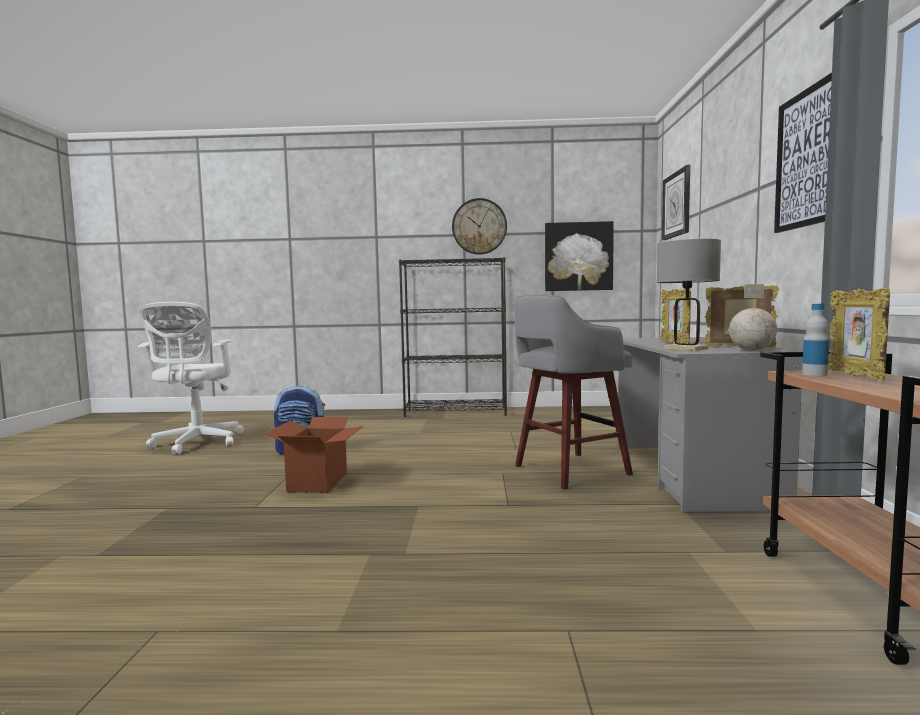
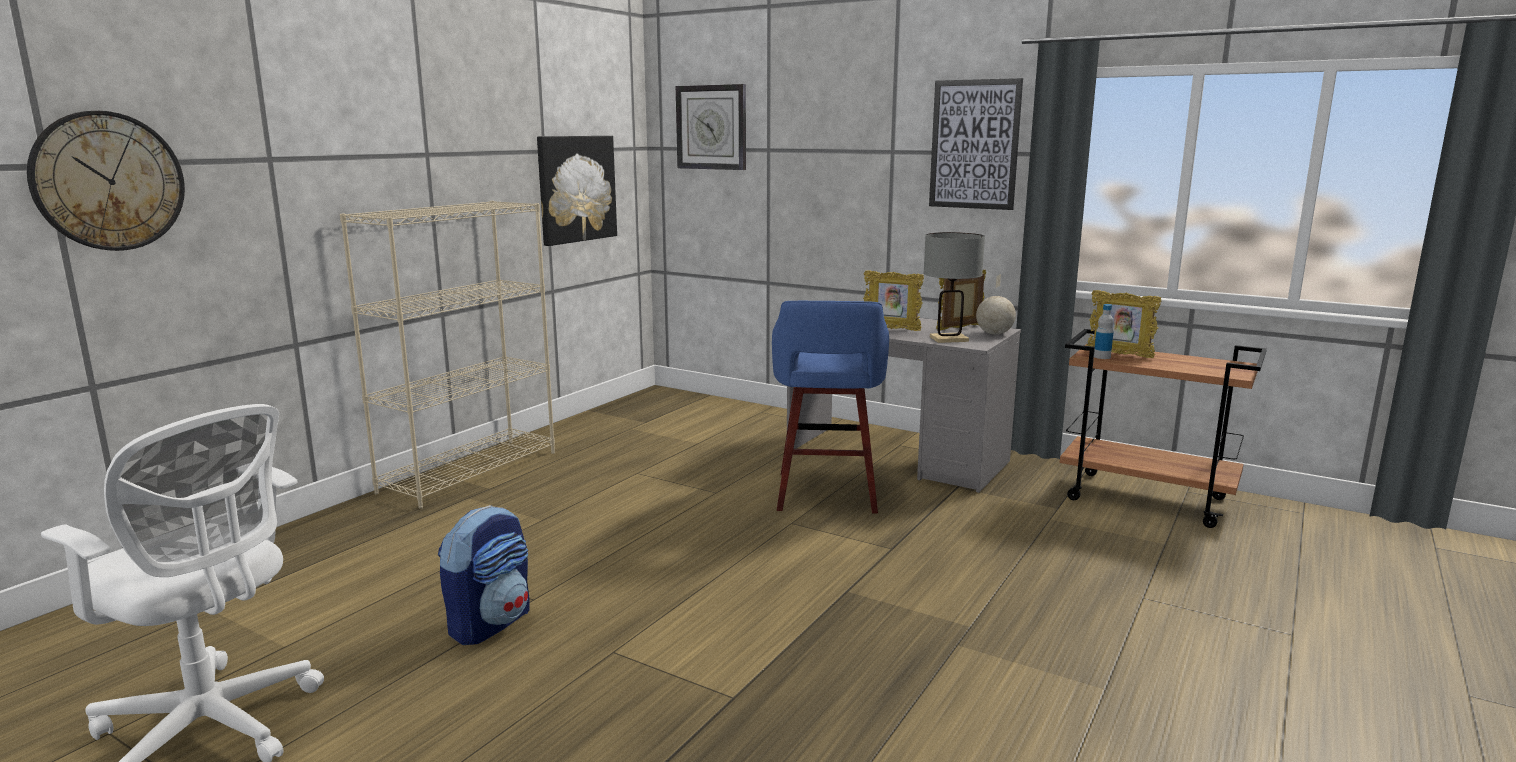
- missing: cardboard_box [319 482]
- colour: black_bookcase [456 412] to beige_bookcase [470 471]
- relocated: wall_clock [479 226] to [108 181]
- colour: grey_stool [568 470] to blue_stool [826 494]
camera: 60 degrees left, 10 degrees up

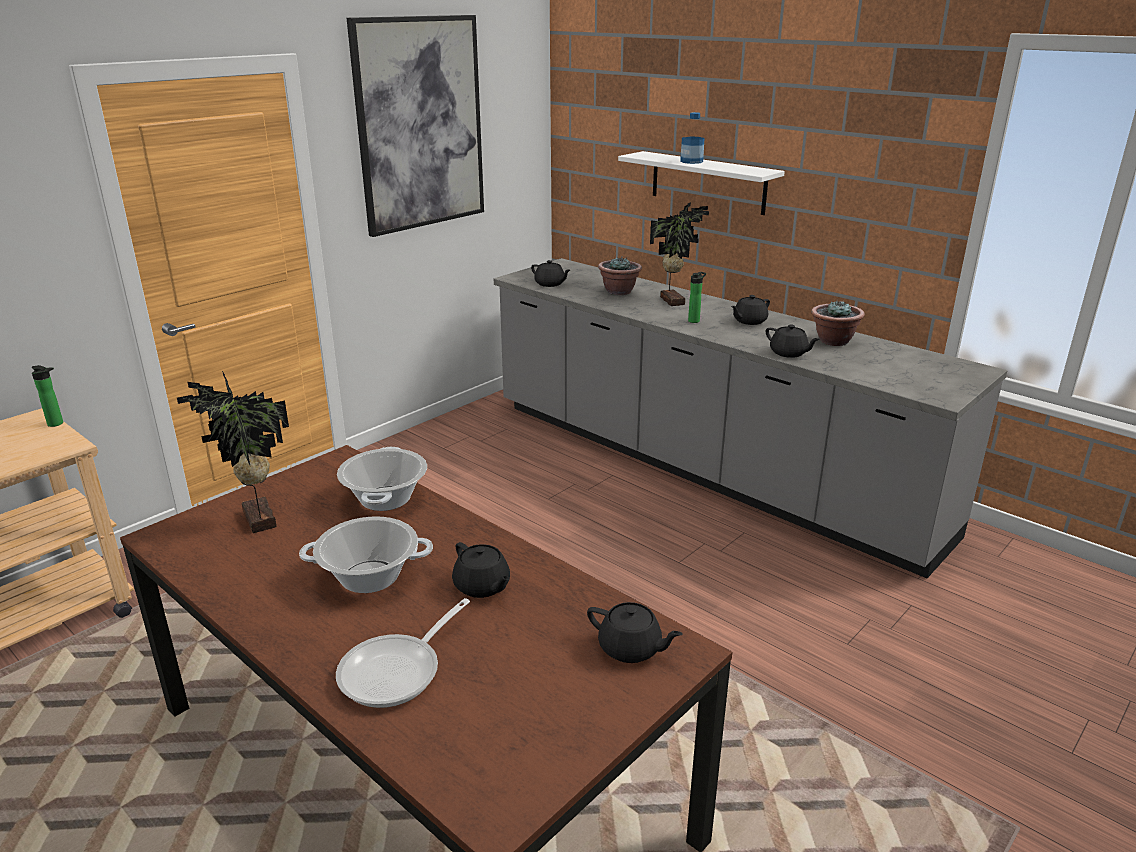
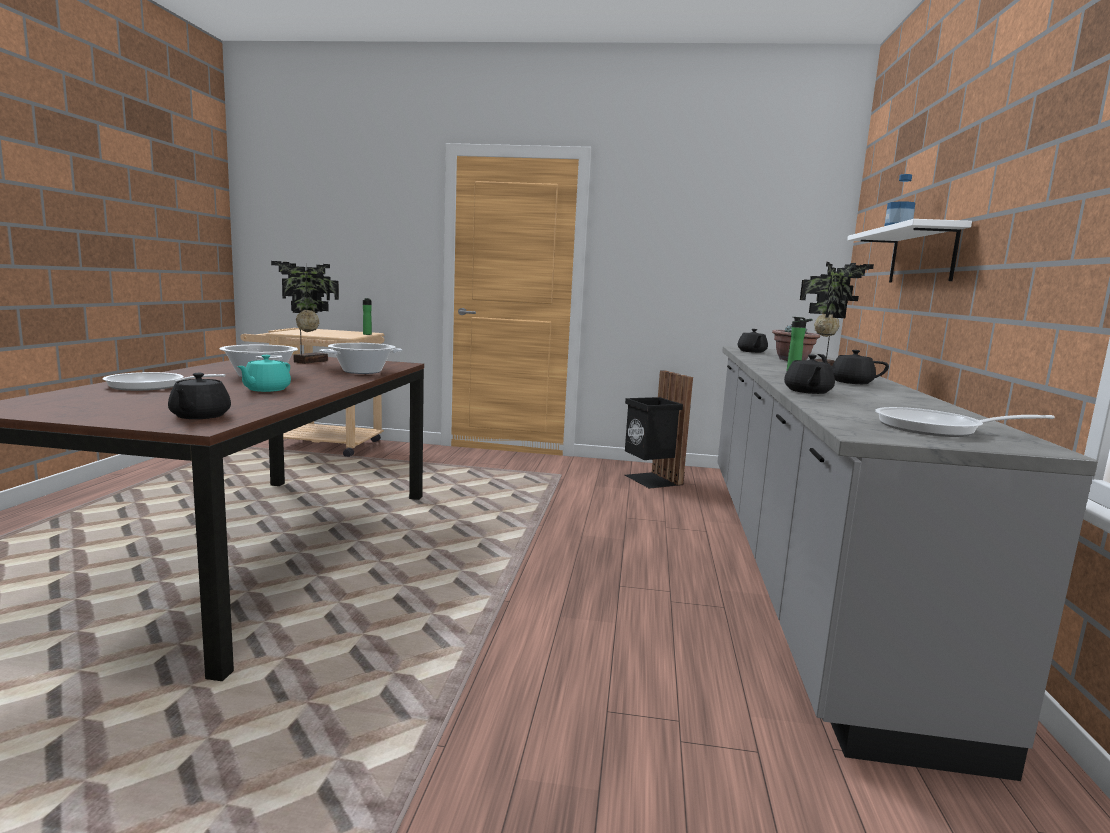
- missing: picture [420 124]
- colour: black_teapot [482 586] to turquoise_teapot [266 389]
- missing: potted_plant [833 341]
- appeared: black_trash_can [651 480]
- appeared: frying_pan [937 429]
camera: 55 degrees right, 15 degrees down

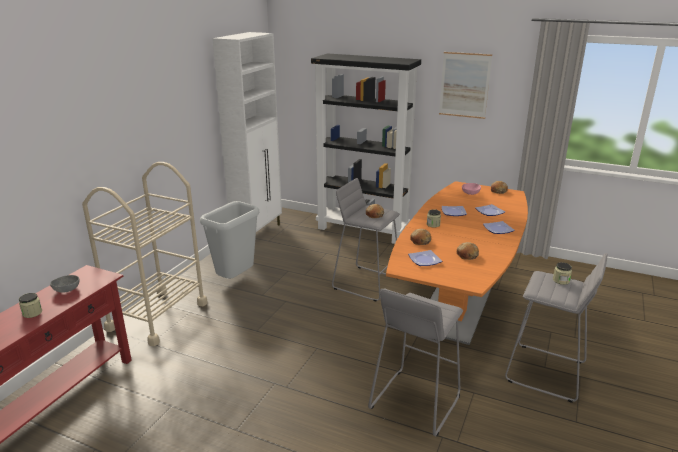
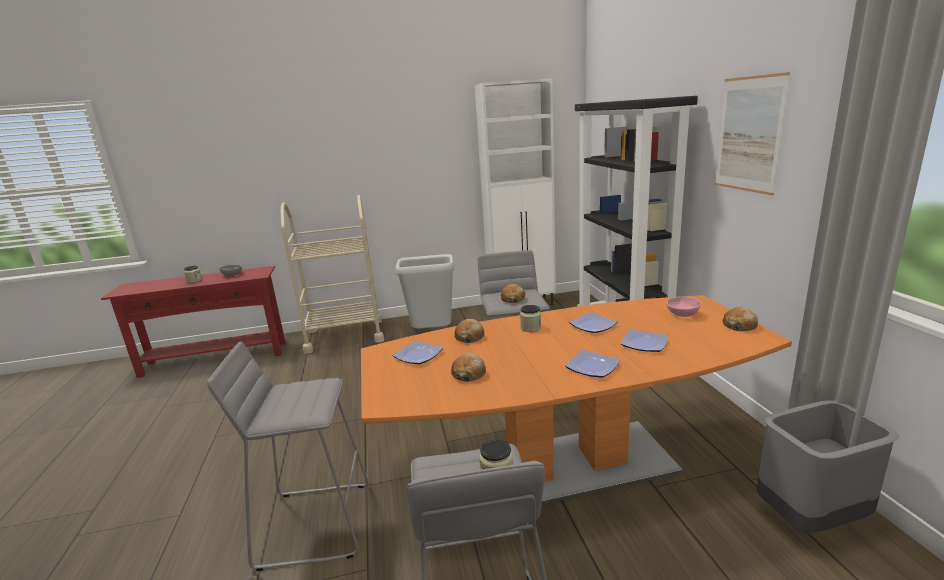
- appeared: grey_trash_can [809 516]
camera: 55 degrees right, 5 degrees down

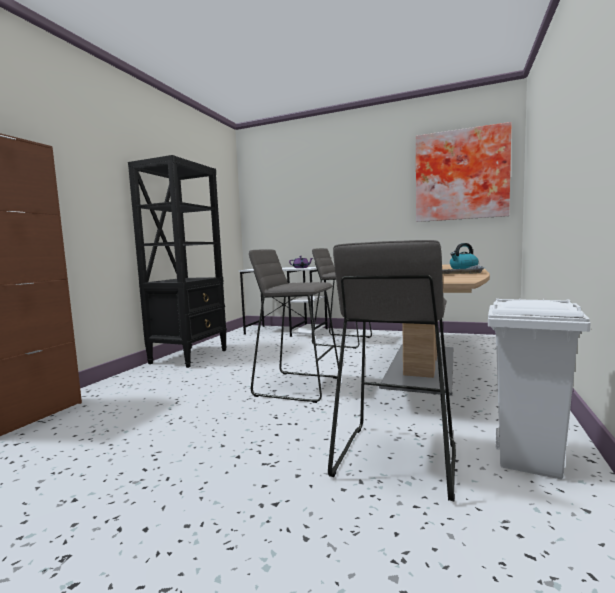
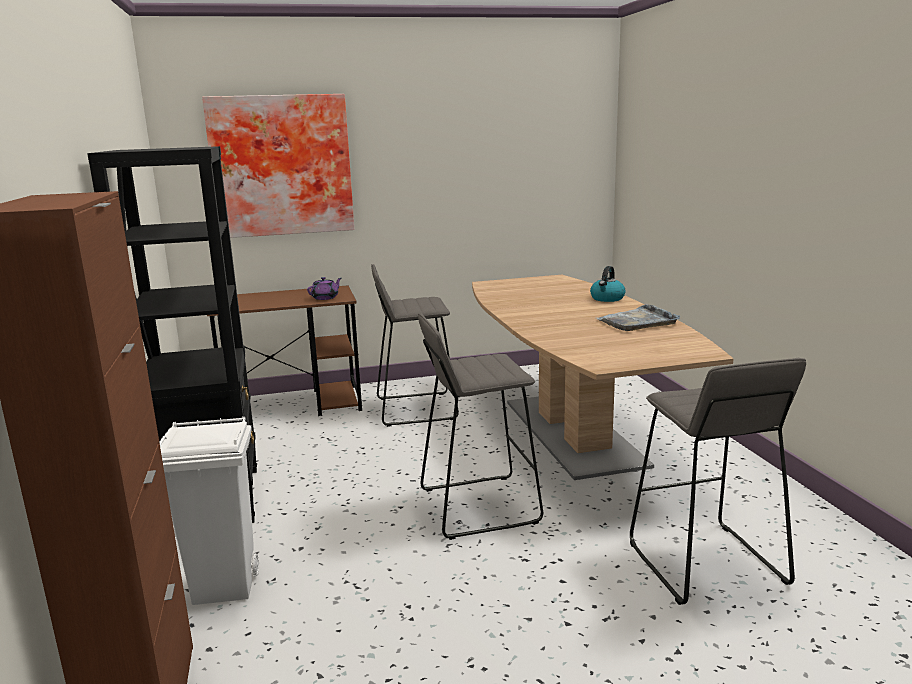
- colour: white_desk [286 331] to brown_desk [295 405]
- relocated: picture [461 175] to [281 166]
- relocated: white_trash_can [530 461] to [226 587]
camera: 35 degrees left, 10 degrees up

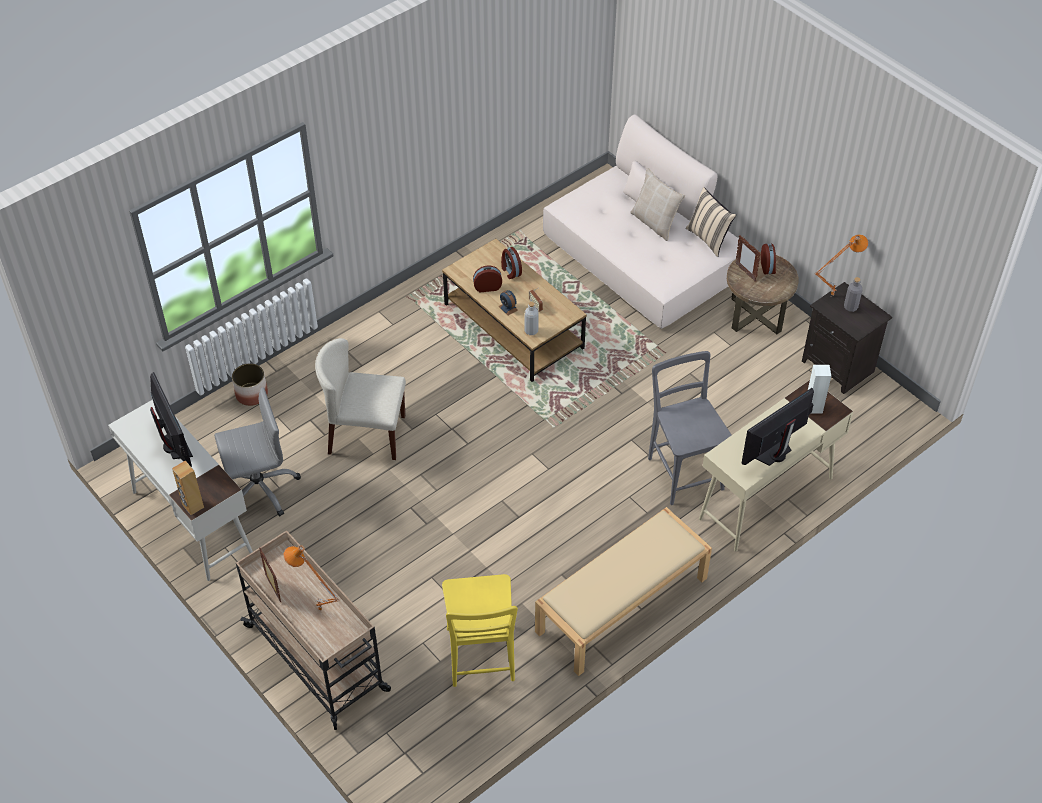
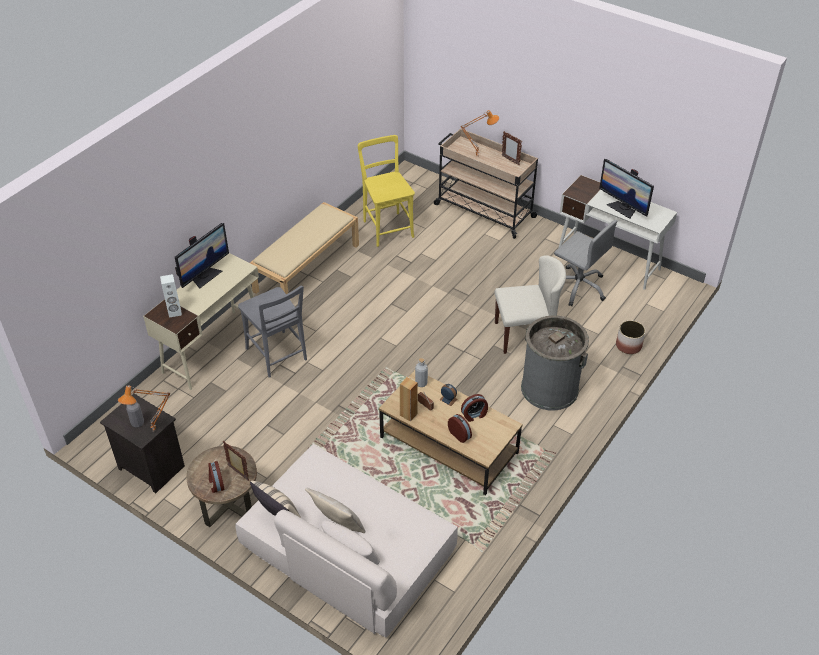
- relocated: brown_speaker [193 506] to [408 414]
- spun: grey_office_chair [259 488] = [578 287] 105 degrees counterclockwise
- appeared: grey_trash_can [549 388]
camera: 165 degrees right, 5 degrees down

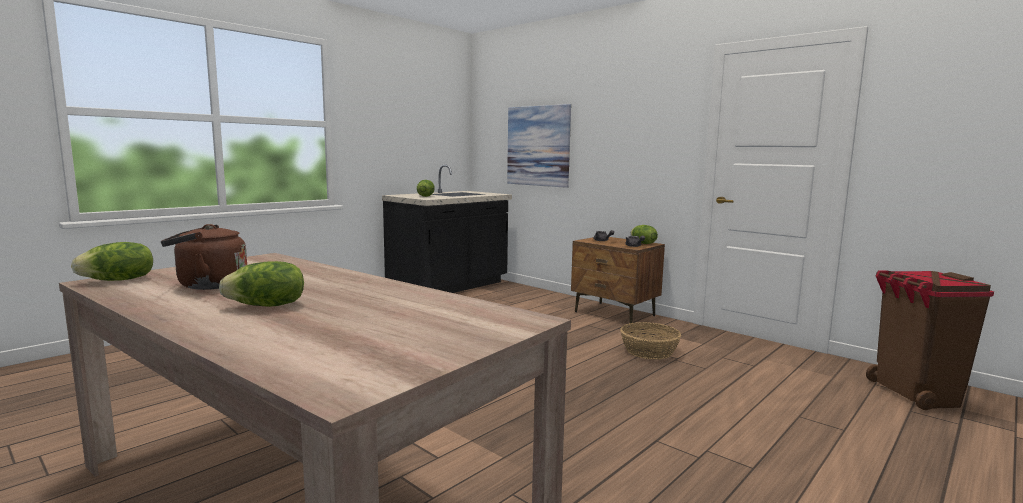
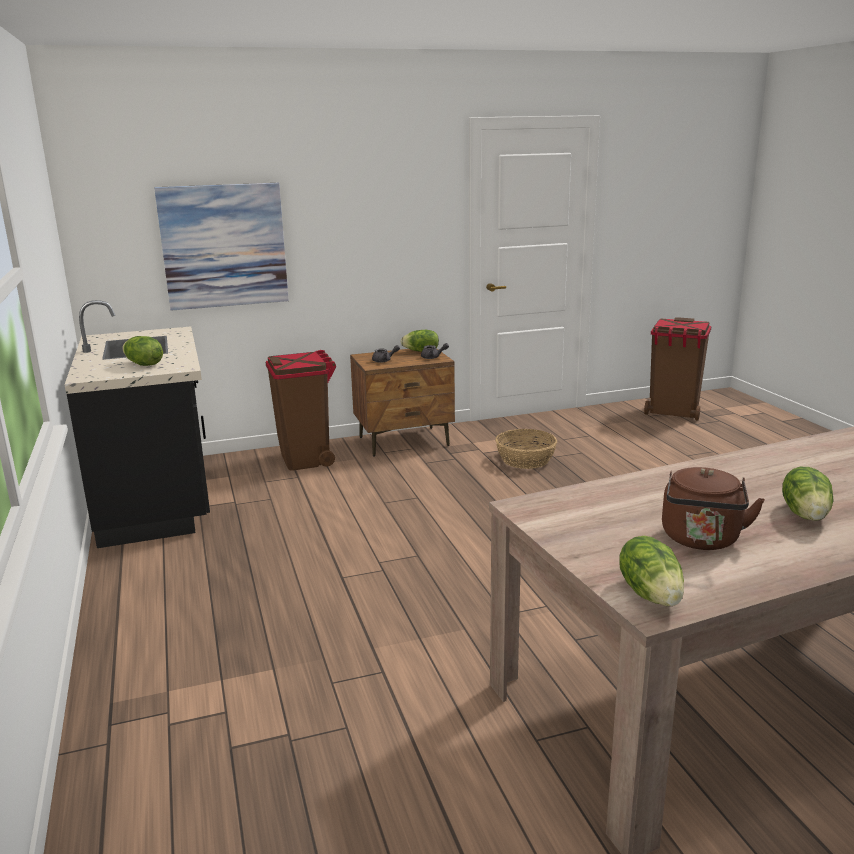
- appeared: brown_trash_can [306 458]
camera: 60 degrees left, 10 degrees up

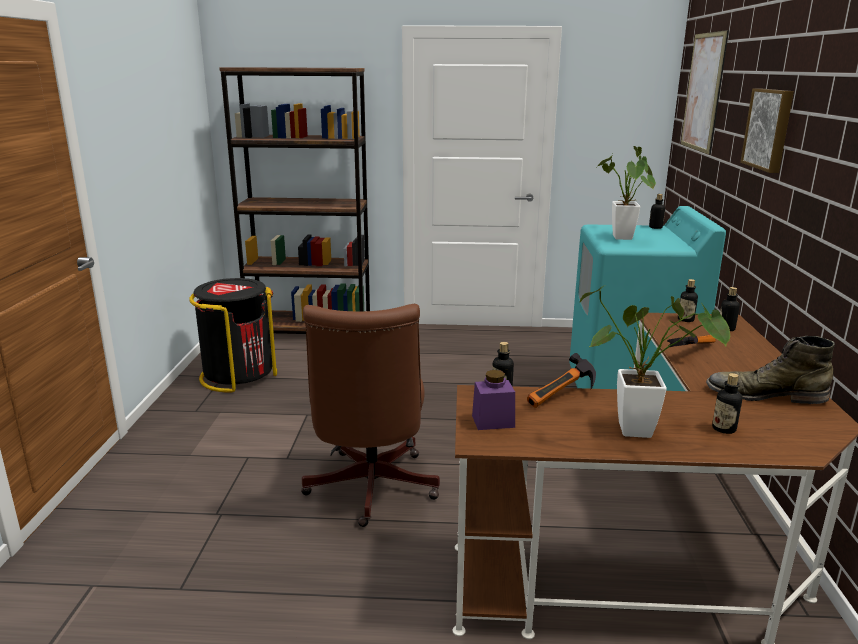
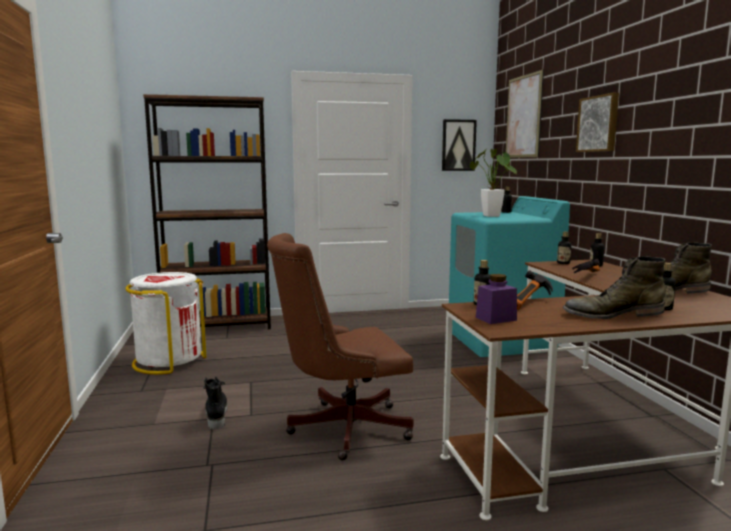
- colour: black_trash_can [238 375] to white_trash_can [168 361]
- spun: brown_office_chair [369 490] = [341 428] 90 degrees clockwise
- exchanged: potted_plant [644 431] to green_boot [612 314]
- appeared: black_boot [215 415]
- appeared: picture [458 145]
camera: 15 degrees left, 10 degrees down

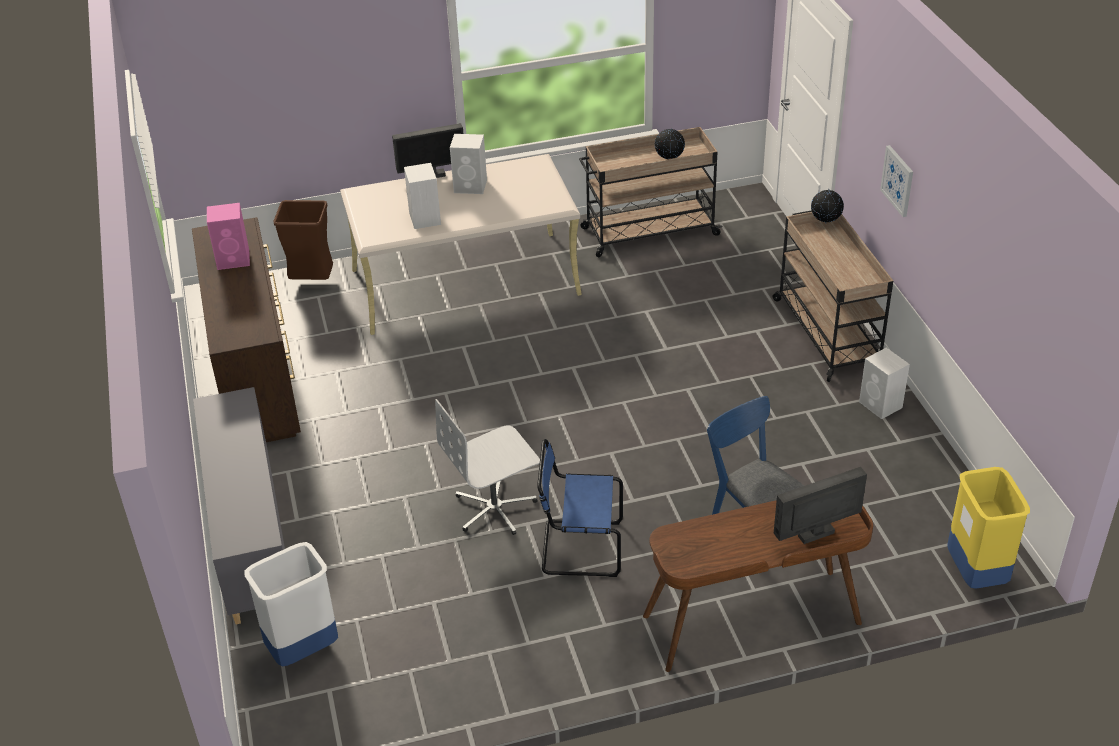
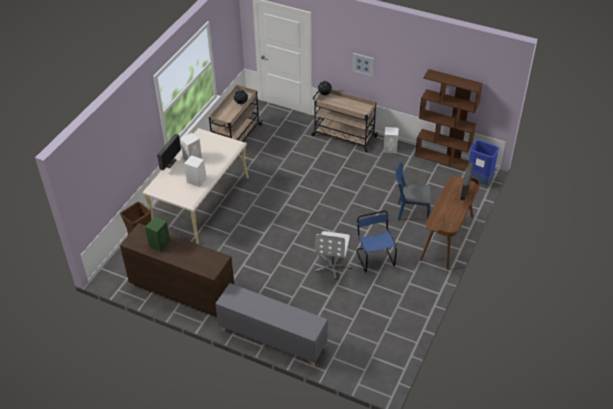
- colour: pink_speaker [234 259] to green_speaker [160 243]
- missing: white_trash_can [303 650]
- spun: blue_chair [578 548] = [374 257] 120 degrees clockwise
- colour: yellow_trash_can [976 573] to blue_trash_can [479 180]
- appeared: brown_bookcase [442 158]
camera: 50 degrees left, 5 degrees up

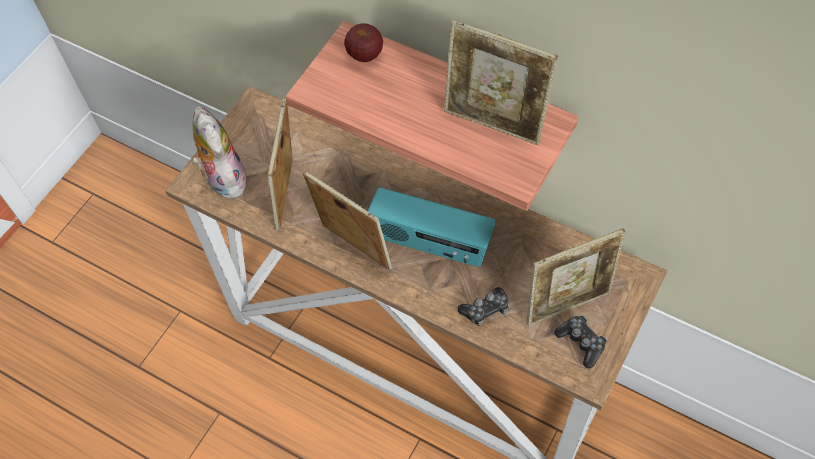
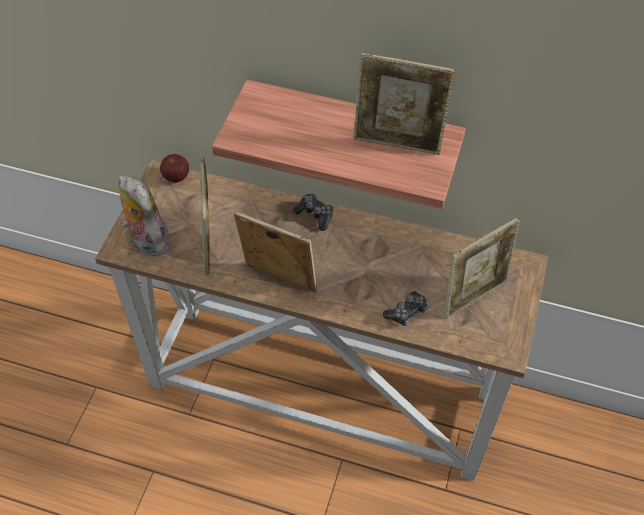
- relocated: apple [365 55] to [176 177]
- missing: radio [431 244]
- relocated: game_controller [581 342] to [315 215]
camera: 15 degrees left, 5 degrees down

